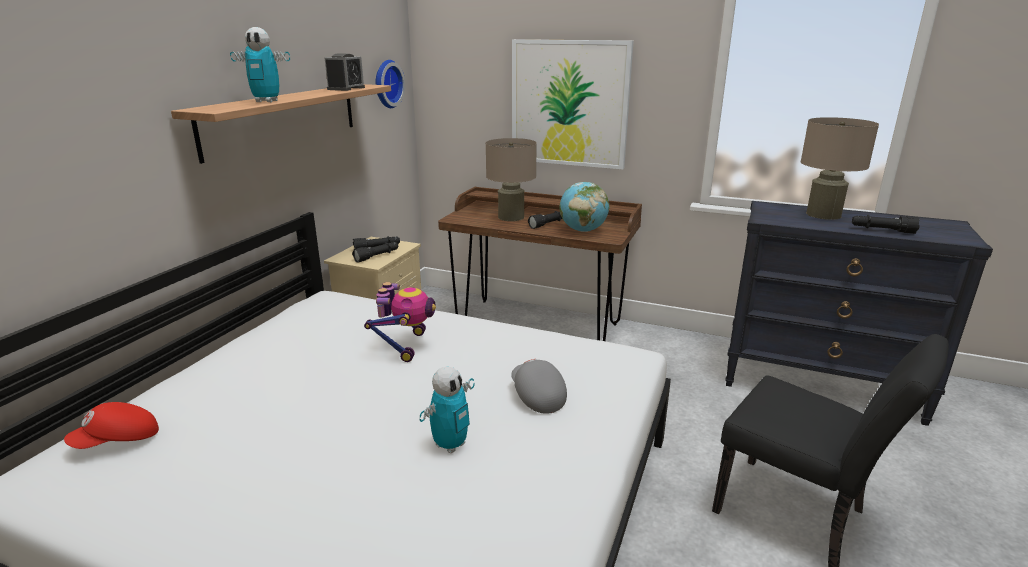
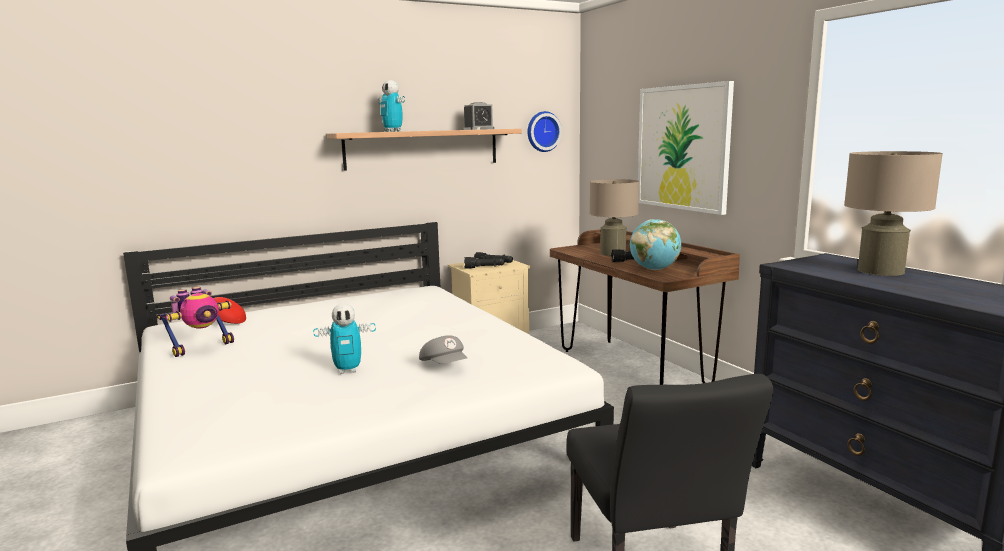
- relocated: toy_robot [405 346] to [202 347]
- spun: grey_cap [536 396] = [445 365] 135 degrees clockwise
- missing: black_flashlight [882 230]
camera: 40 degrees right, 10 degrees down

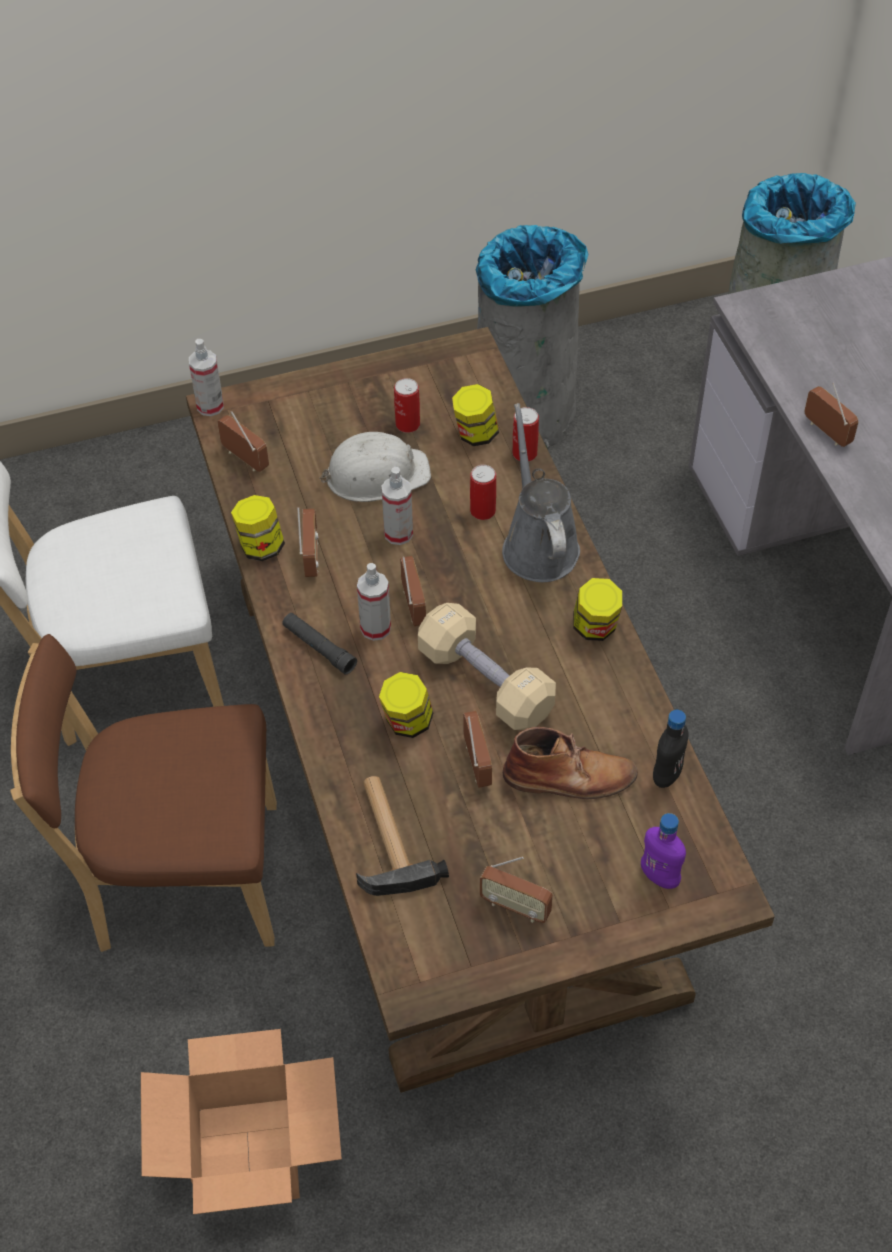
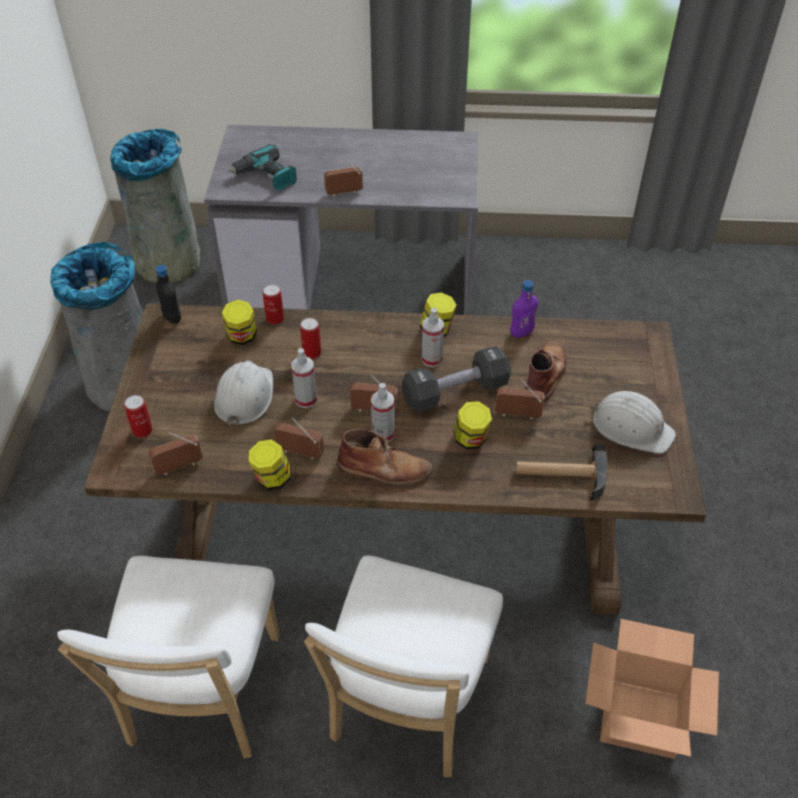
- colour: brown_chair [178 877] to white_chair [406 705]
- relocated: spray_bottle [210 406] to [432 359]
- exchanged: black_flashlight [319 648] to brown_boot [385 469]
- relocated: can [407 424] to [142 430]
- colour: beige_dumbbell [485 682] to black_dumbbell [455 392]
- exchanged: radio [515 907] to white_hard_hat [631 427]
- missing: grey_watering_can [538 545]
- relocated: purple_bottle [659 876] to [521 333]
- relocated: black_bottle [667 775] to [172 318]
- appeared: power_drill [266 177]
camera: 70 degrees left, 5 degrees down

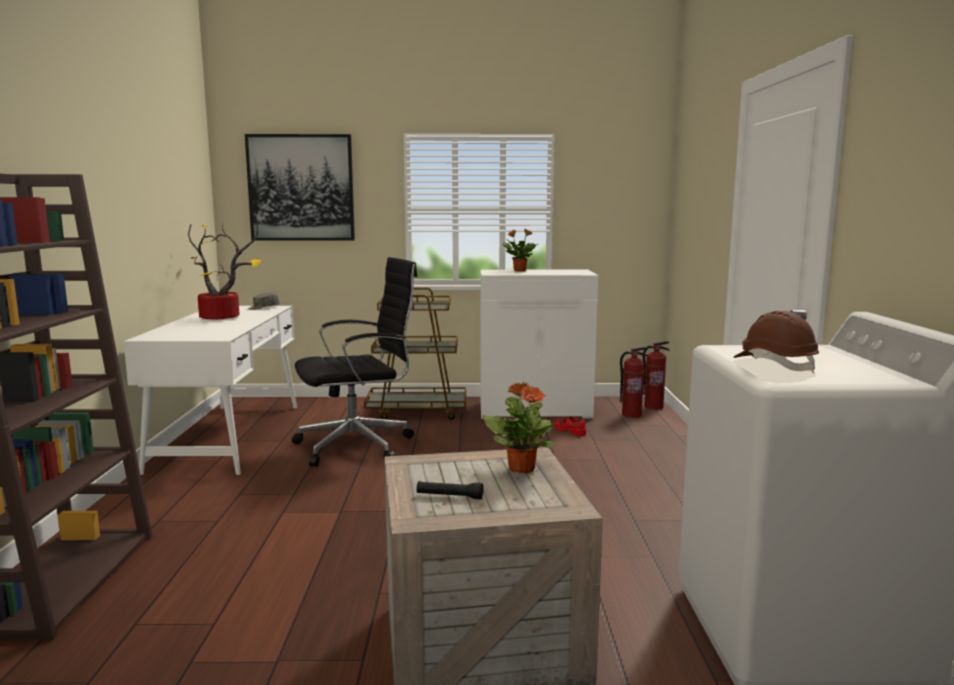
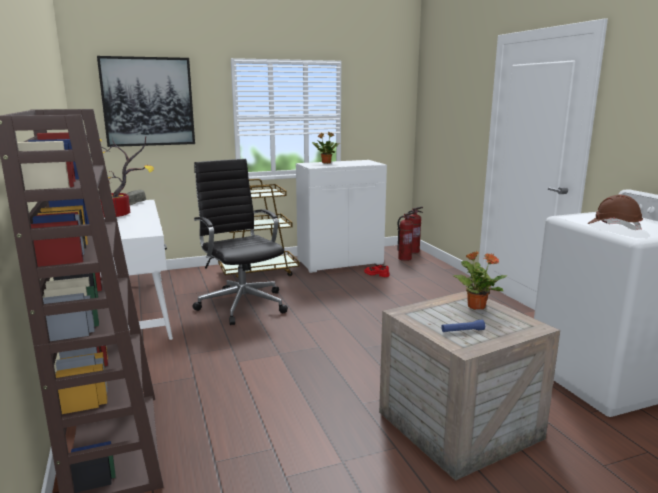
- spun: black_office_chair [358 446] = [242 304] 75 degrees counterclockwise
- colour: black_flashlight [449 496] to blue_flashlight [462 331]
camera: 20 degrees left, 5 degrees up

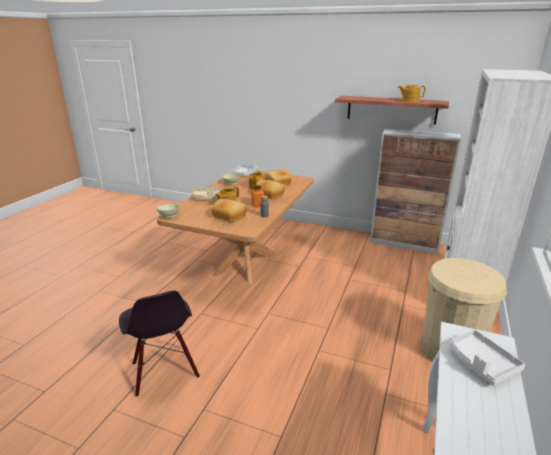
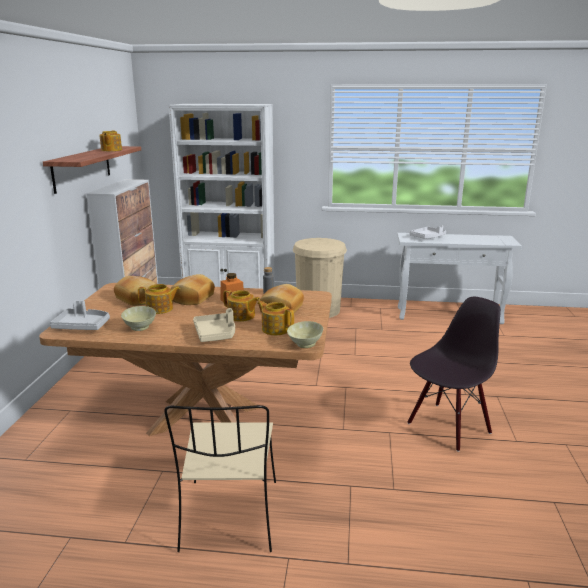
- appeared: beige_chair [230 517]
- appeared: teapot [275 329]
camera: 105 degrees left, 5 degrees down

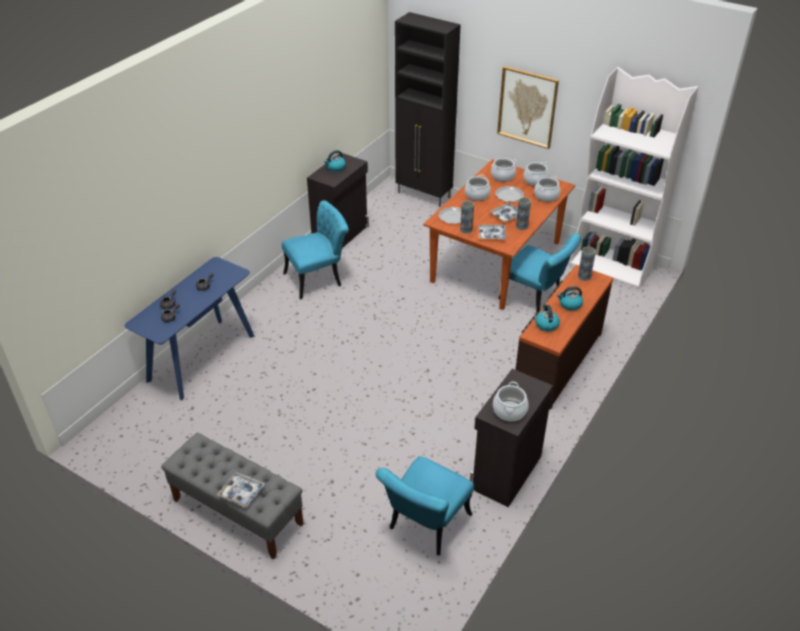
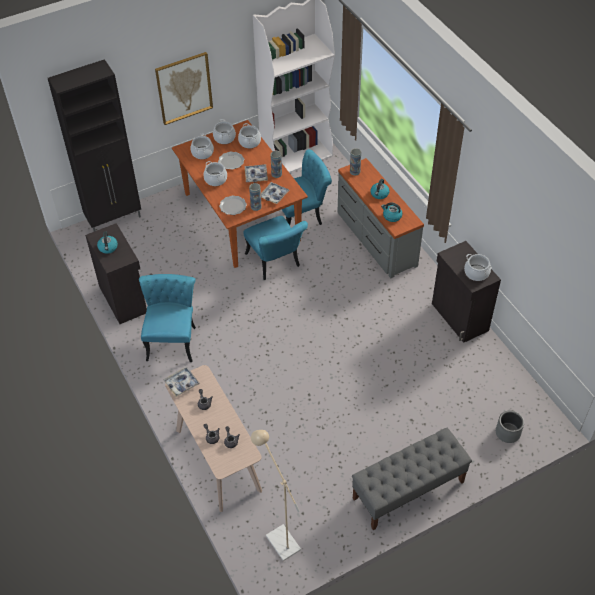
- colour: blue_console_table [201 357] to beige_console_table [217 460]
- relocated: tray [241 492] to [181 383]
- relocated: turquoise_chair [425 527] to [275 263]
- colour: brown_dresser [557 362] to grey_dresser [375 239]
- appeared: beige_floor_lamp [279 537]
- appeared: grey_planter [508 433]
camera: 60 degrees left, 10 degrees up

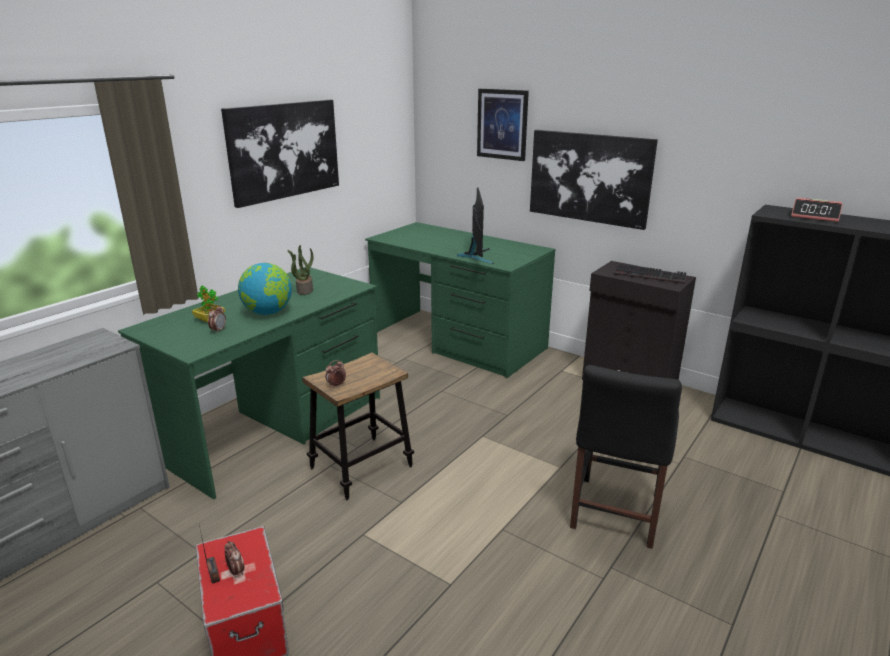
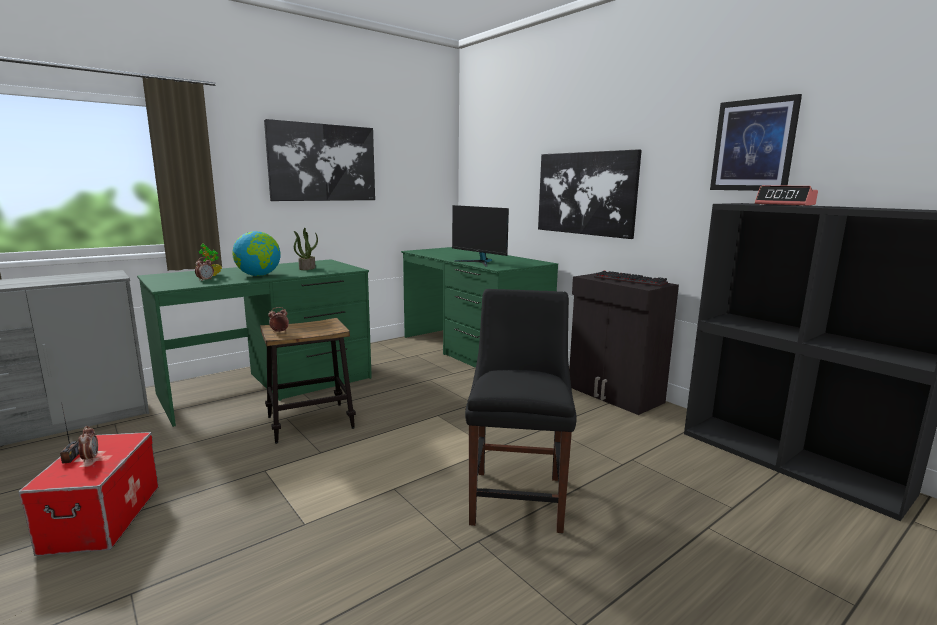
- spun: monitor [476 256] = [479 262] 120 degrees clockwise
- relocated: picture [502 124] to [753 145]
- spun: black_chair [614 514] = [518 496] 150 degrees clockwise
camera: 15 degrees right, 10 degrees down

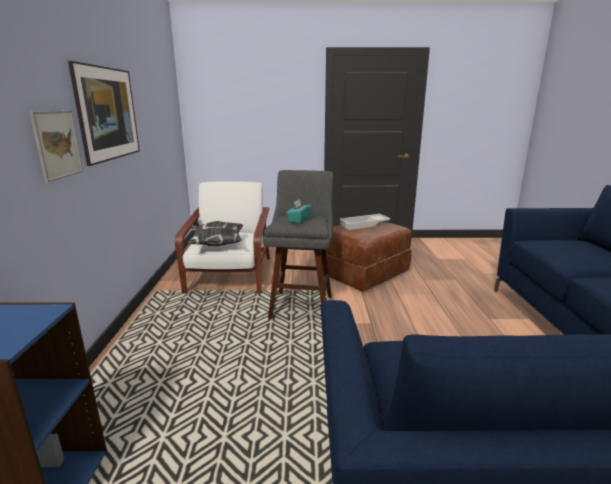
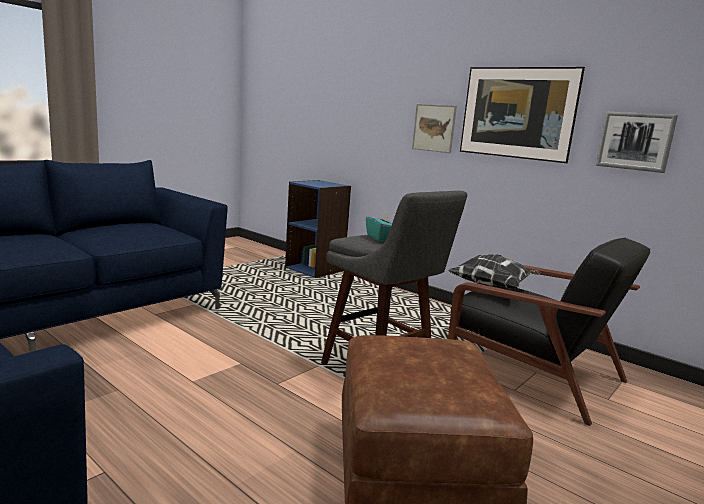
- colour: white_armchair [230 275] to black_armchair [531 371]
- missing: white_tray [364 225]
- appeared: picture [635 141]
camera: 130 degrees right, 5 degrees down

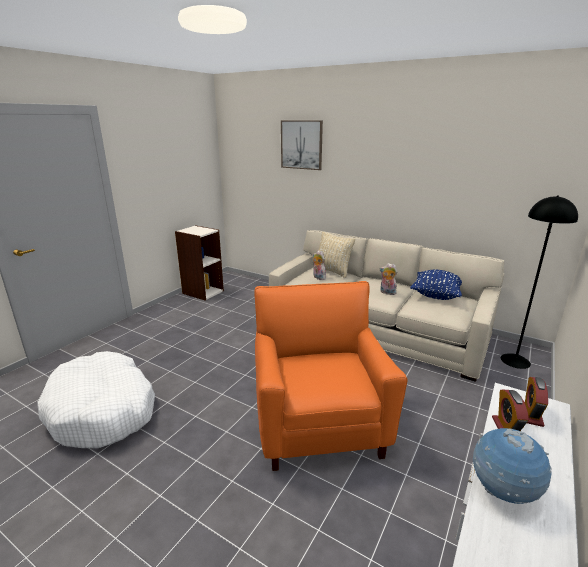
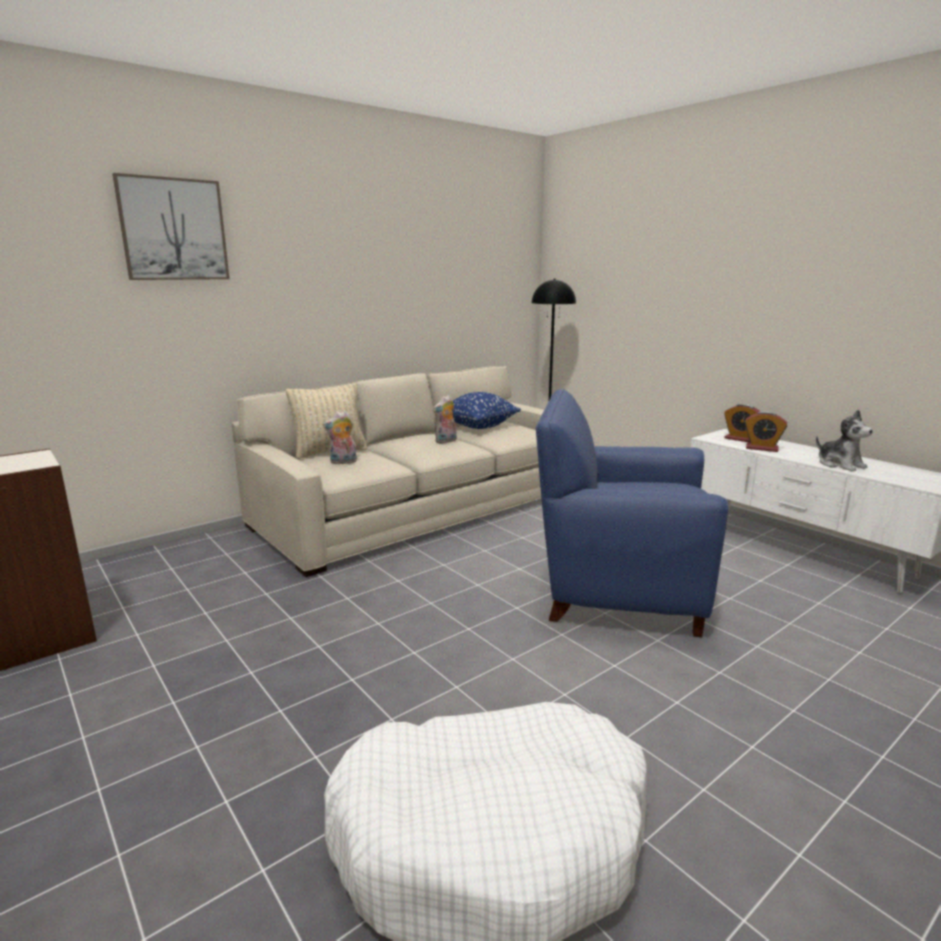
- colour: orange_armchair [319 424] to blue_armchair [617 589]
- exchanged: globe [502 492] to plush_toy [840 464]
camera: 70 degrees left, 5 degrees down

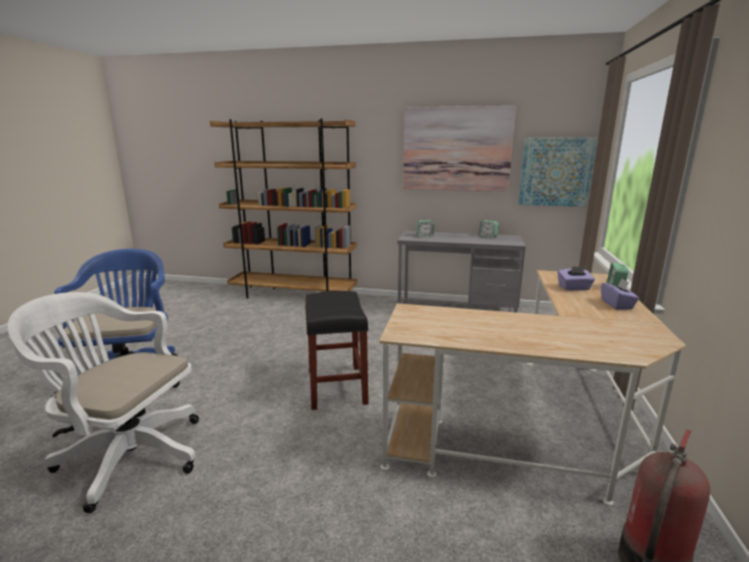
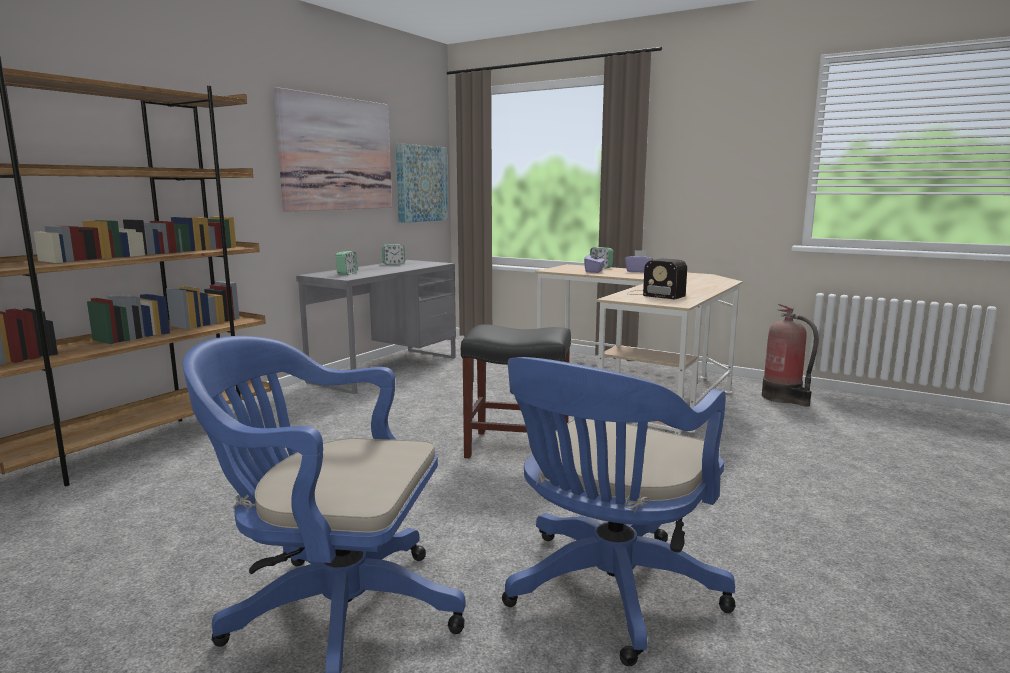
- colour: white_office_chair [126 455] to blue_office_chair [607 594]
- appeared: radio [653 294]
camera: 70 degrees left, 5 degrees down

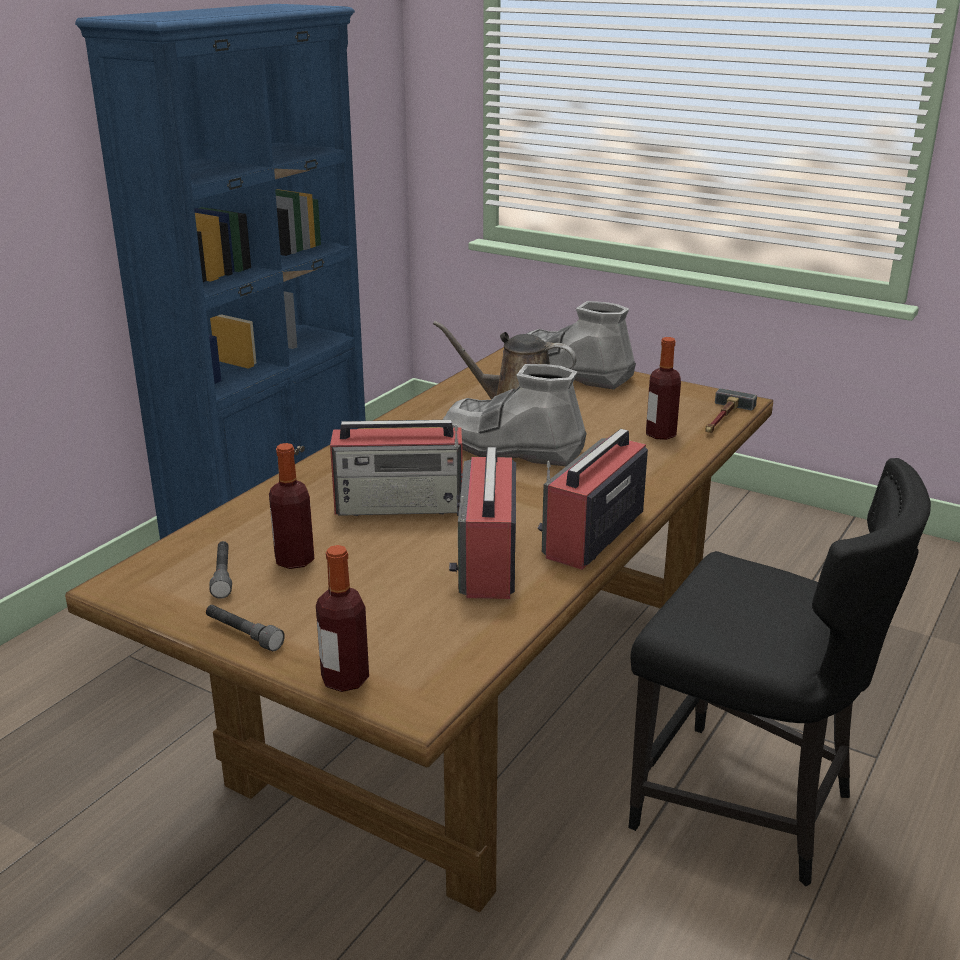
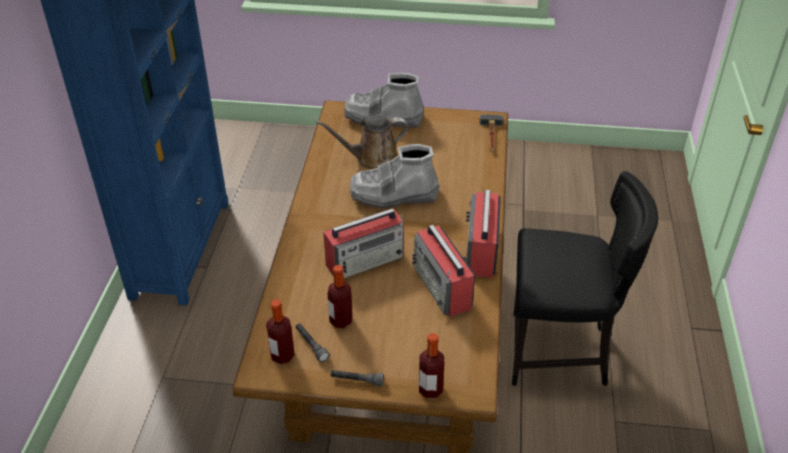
- relocated: bottle [660 434] to [282 355]
camera: 25 degrees left, 15 degrees up

